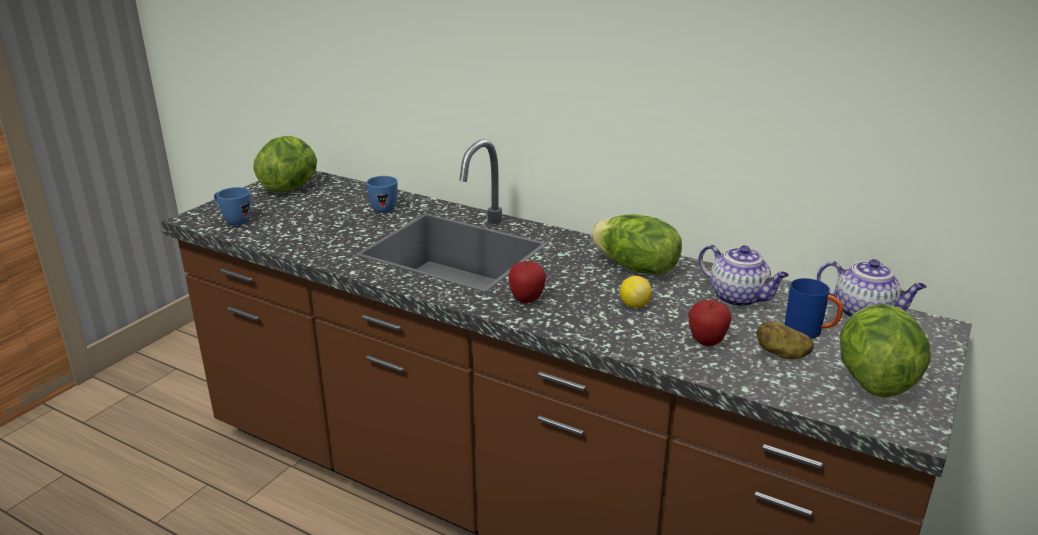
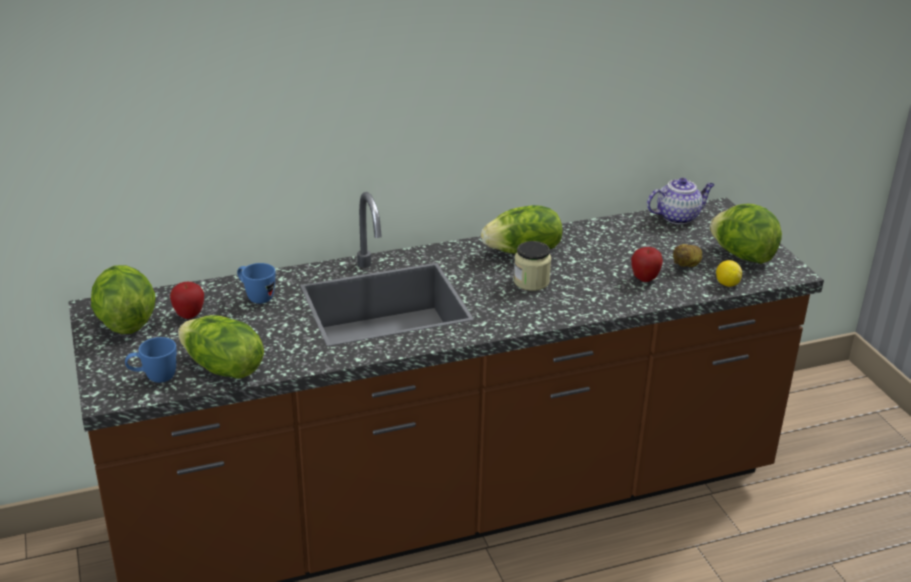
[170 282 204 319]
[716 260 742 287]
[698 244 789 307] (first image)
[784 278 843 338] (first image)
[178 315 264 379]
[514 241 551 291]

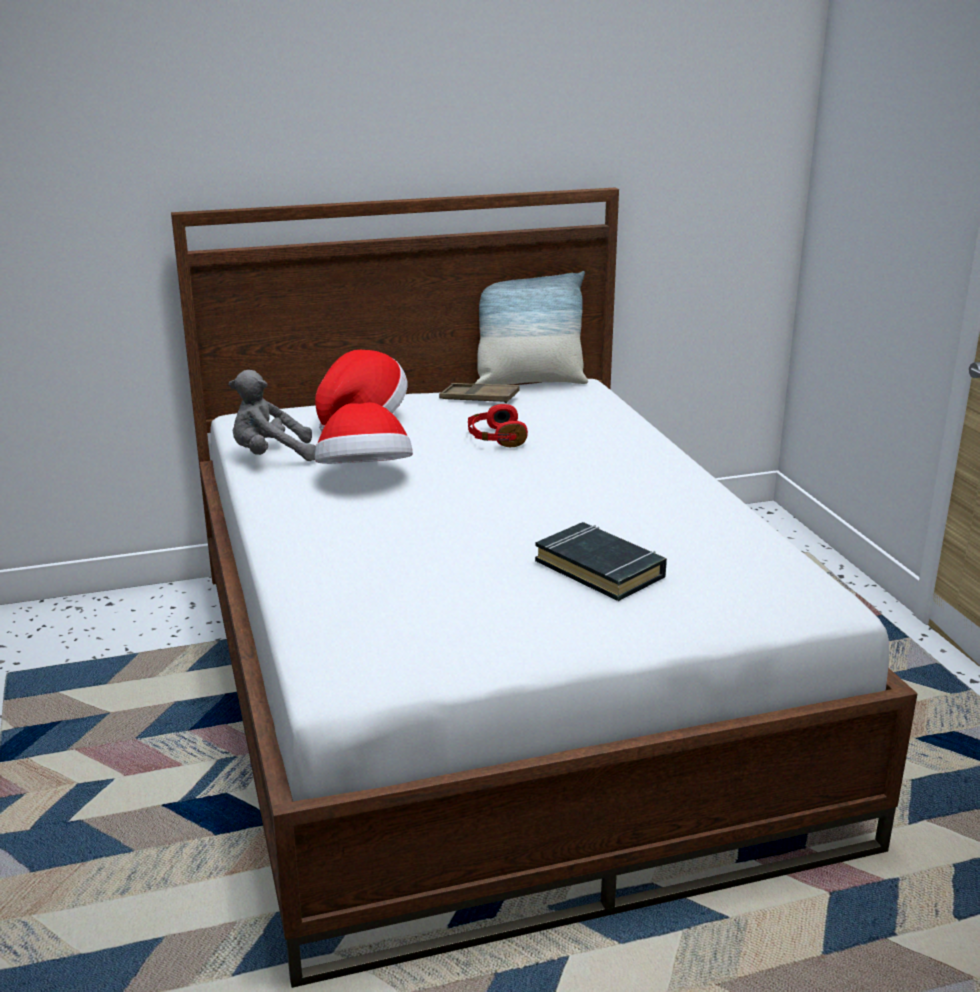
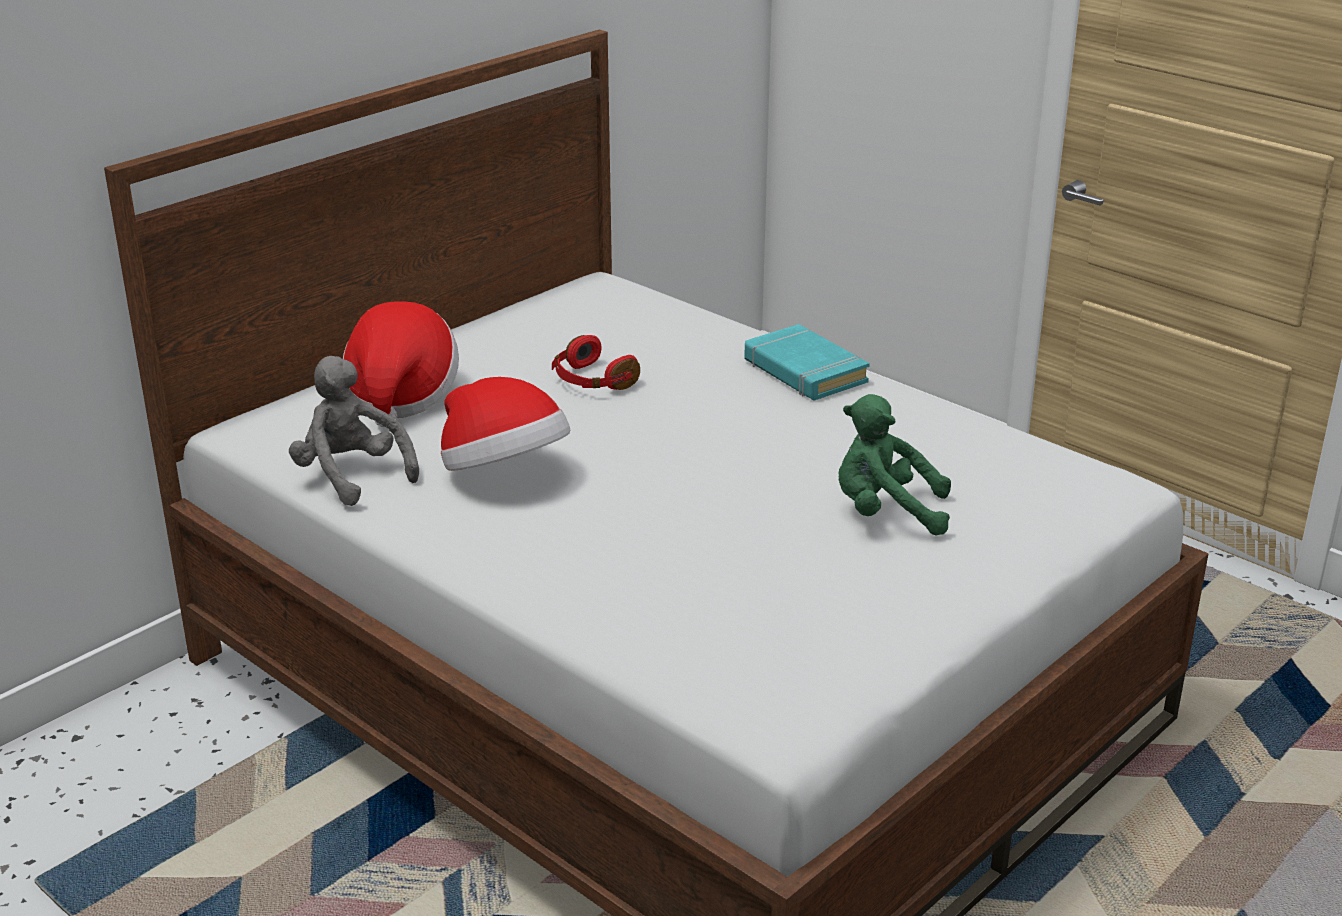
[289 356 419 506]
[439 383 520 403] (first image)
[475 271 588 385] (first image)
[839 394 951 535]
[744 324 870 400]

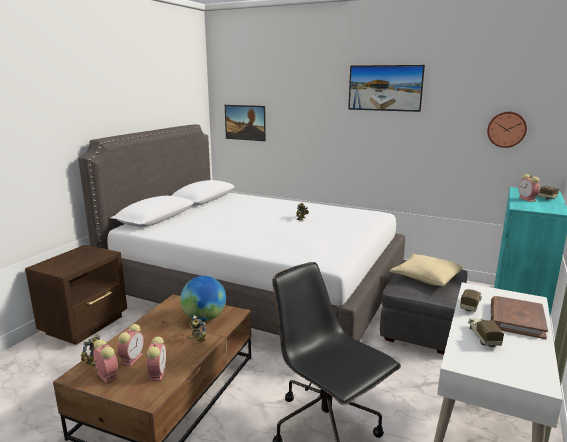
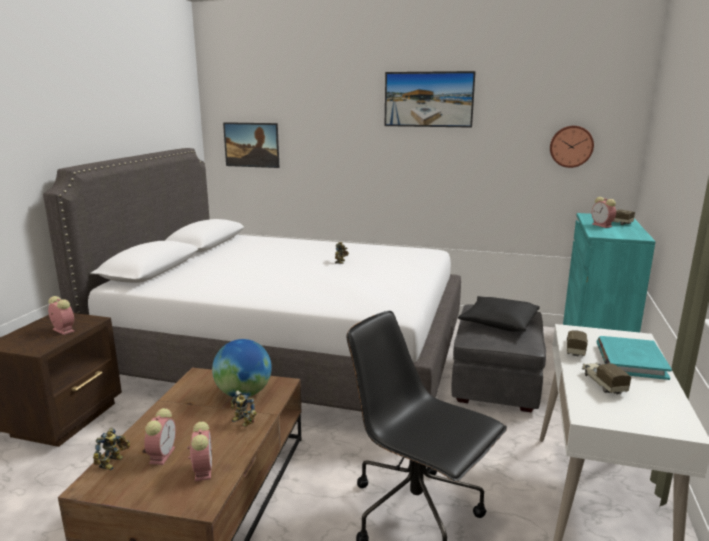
[48 296 74 335]
[458 296 540 331]
[597 336 672 380]

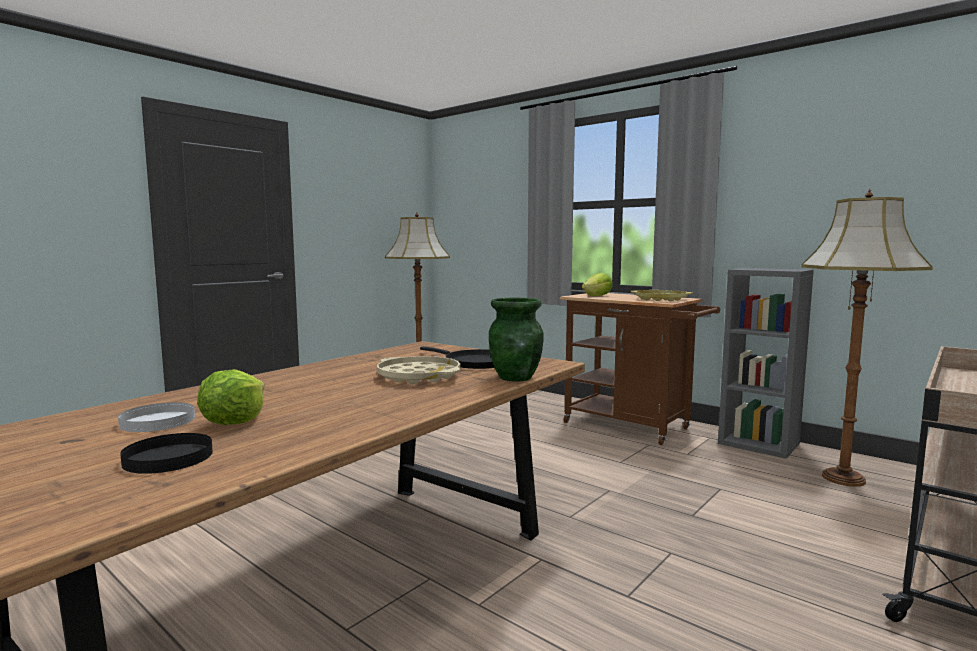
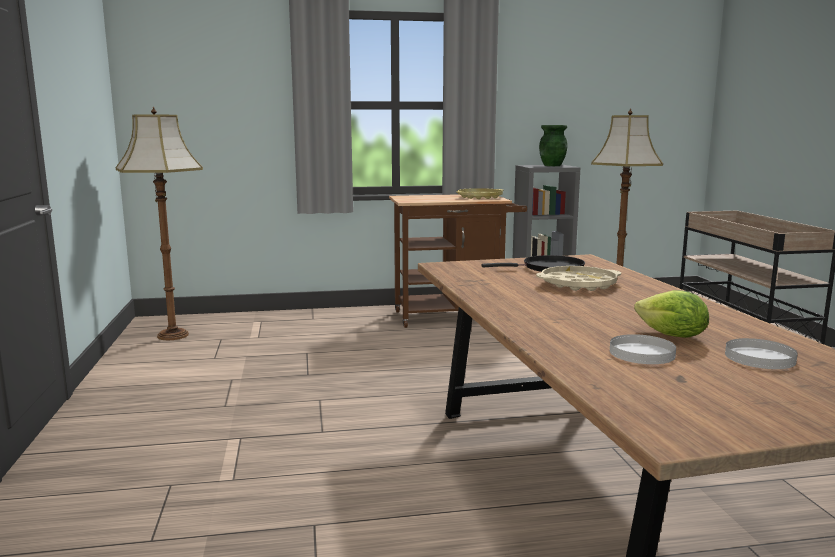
[725 338 798 369]
[539 125 567 166]
[582 273 613 296] (first image)

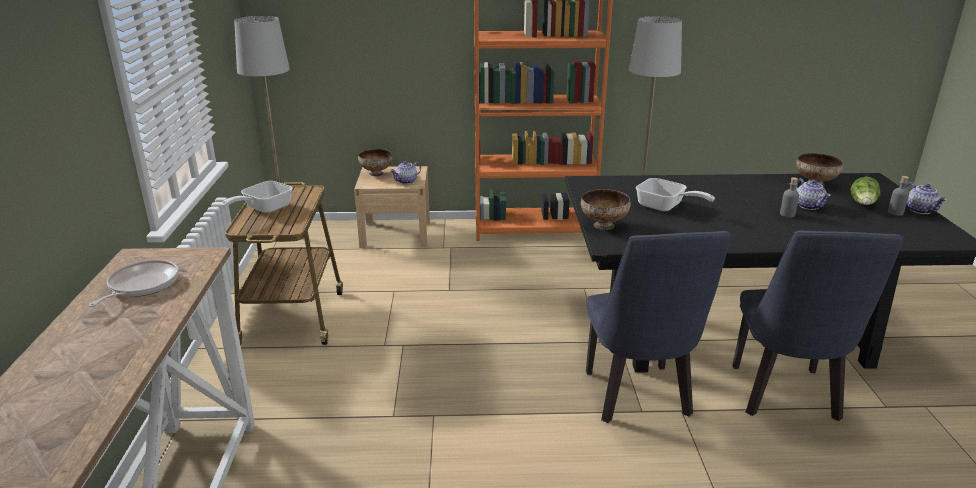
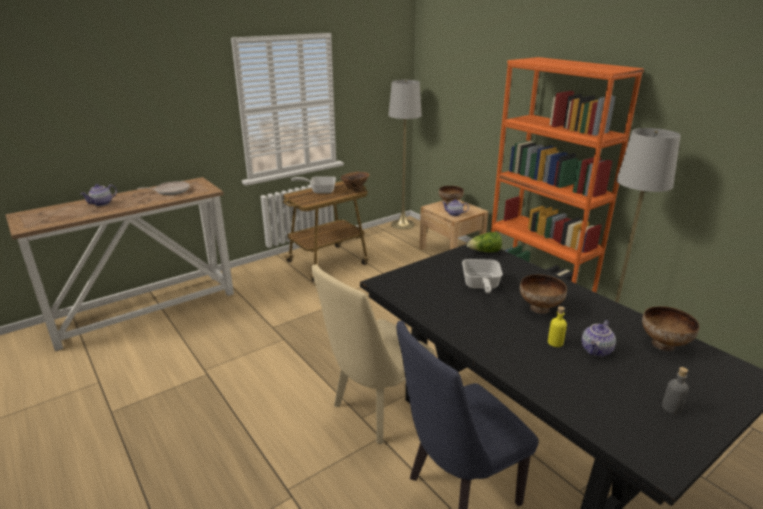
[520 274 567 314]
[312 264 435 444]
[548 306 567 347]
[467 232 502 252]
[81 184 117 206]
[341 172 369 192]

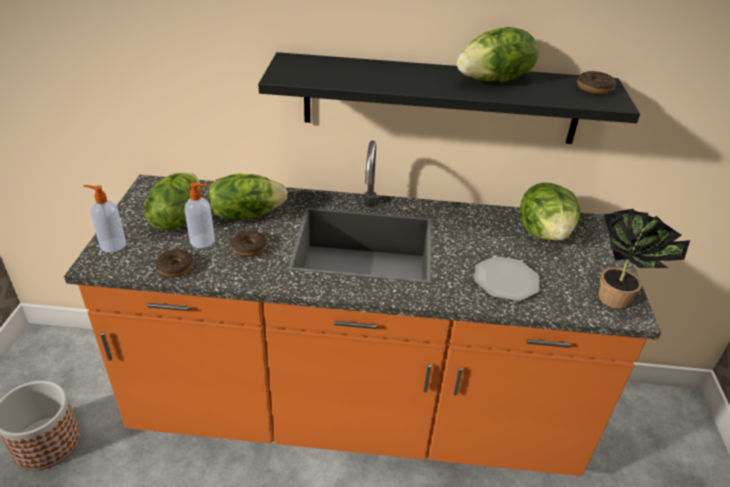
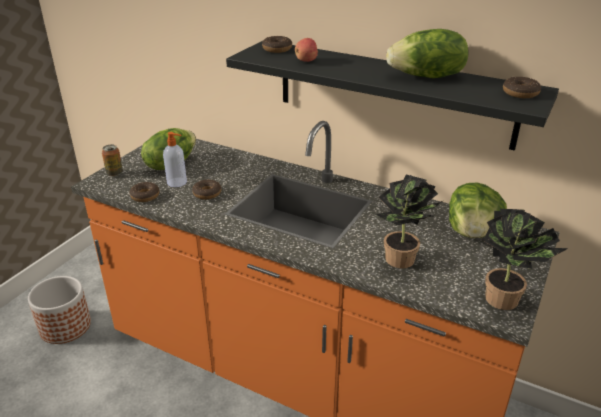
[102 144 123 176]
[208 173 287 220] (first image)
[375 175 443 268]
[262 36 292 53]
[295 38 318 62]

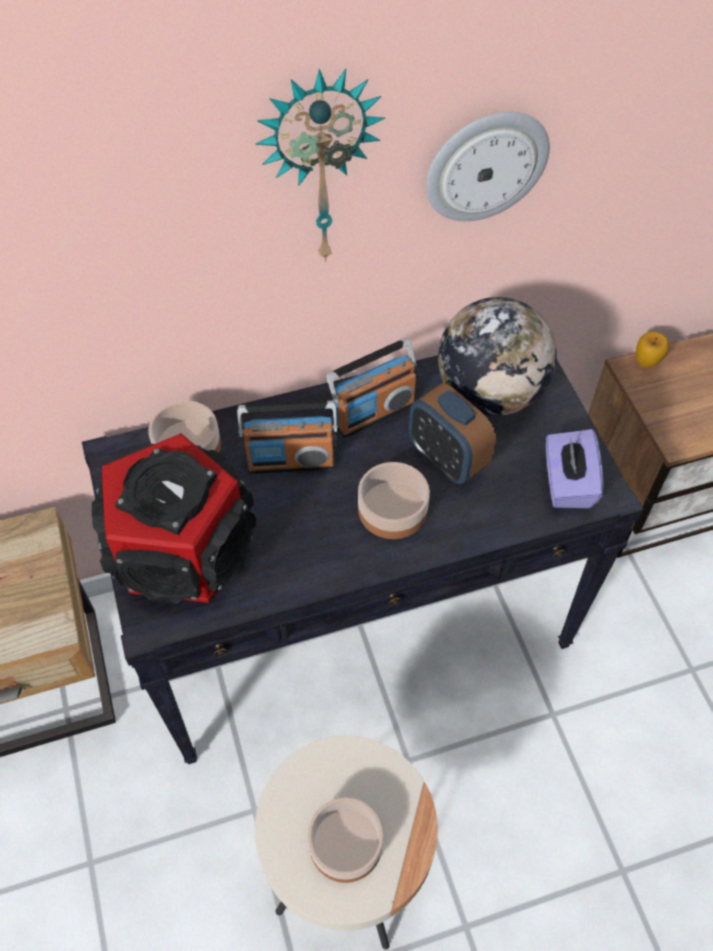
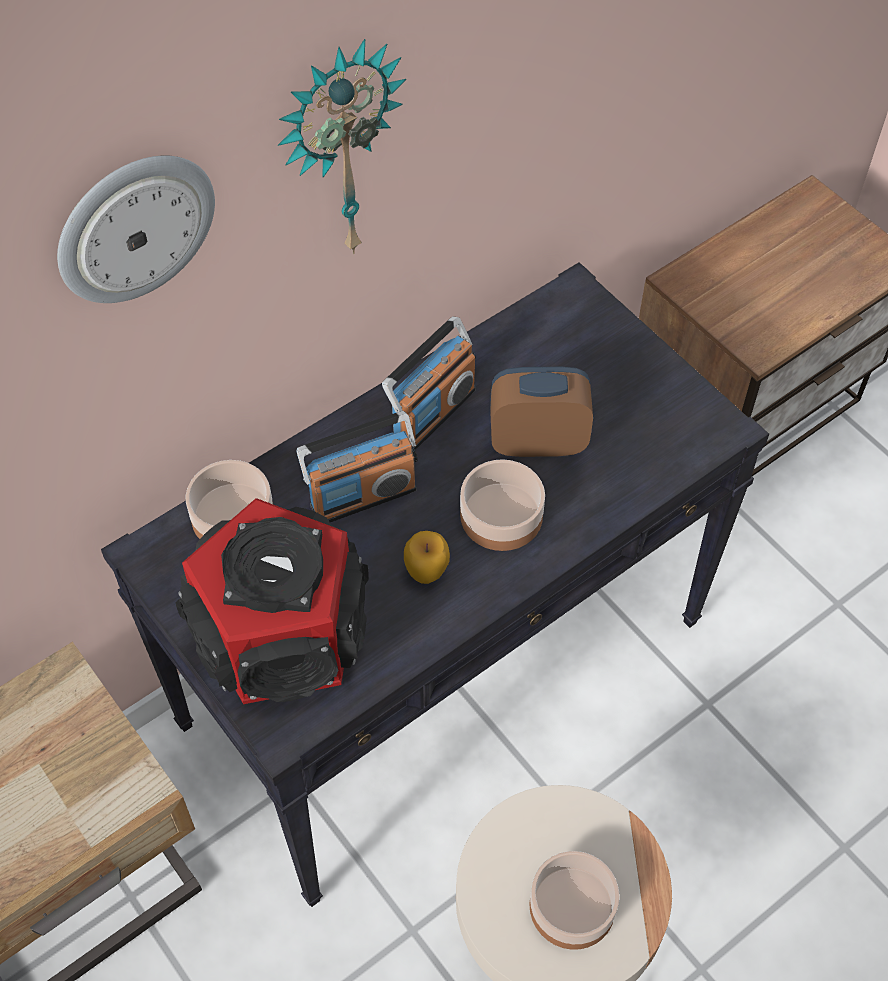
[490 367 593 457]
[57 155 215 303]
[438 297 557 416] (first image)
[546 429 603 508] (first image)
[404 531 450 584]

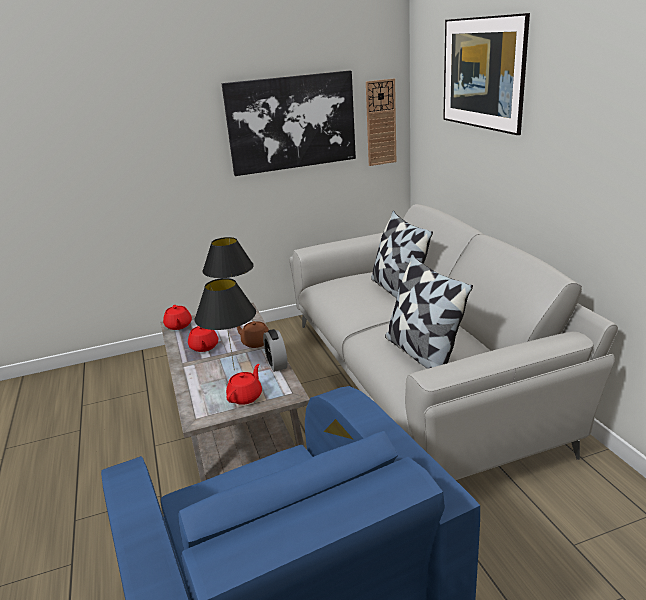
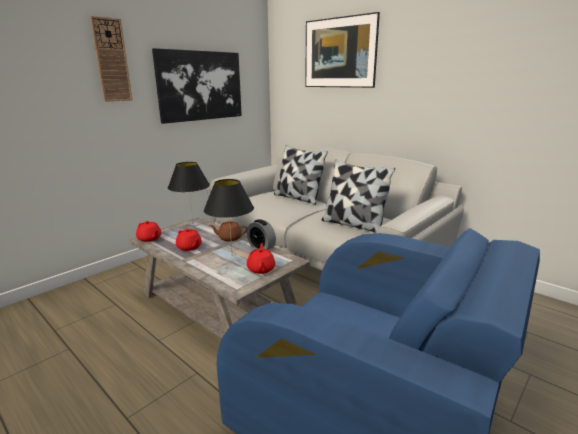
[90 16 133 102]

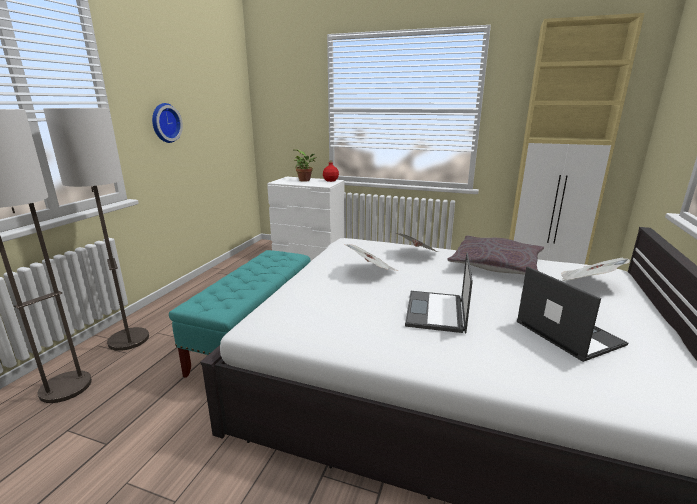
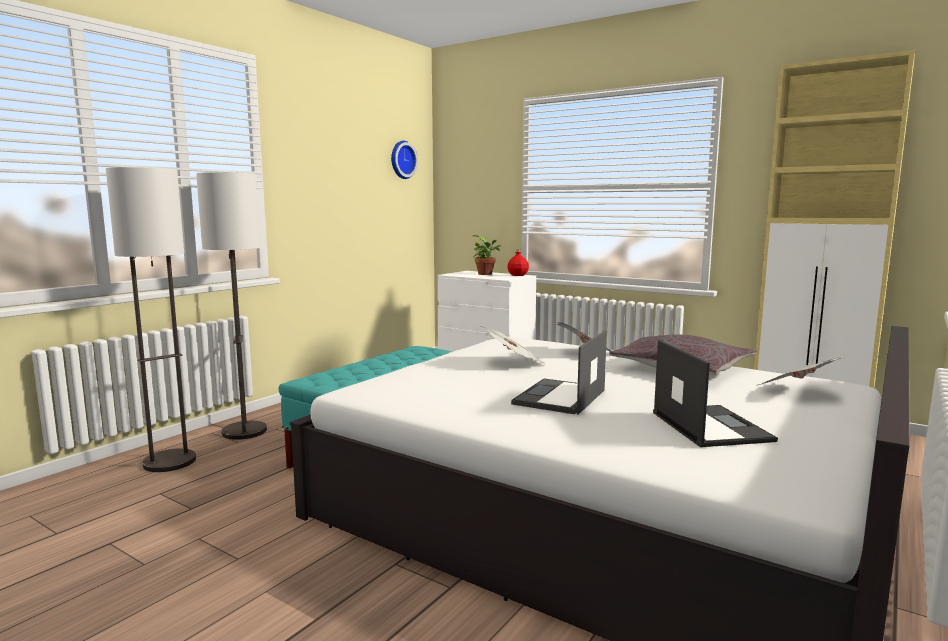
[391 141 418 179]

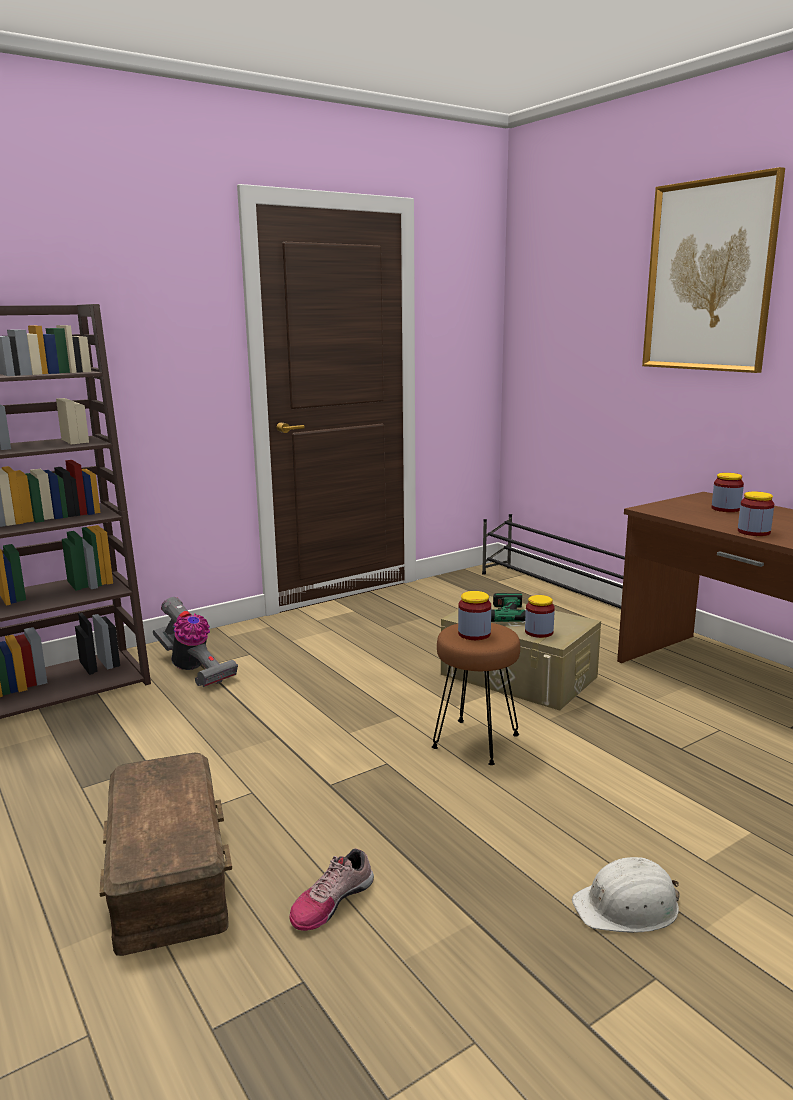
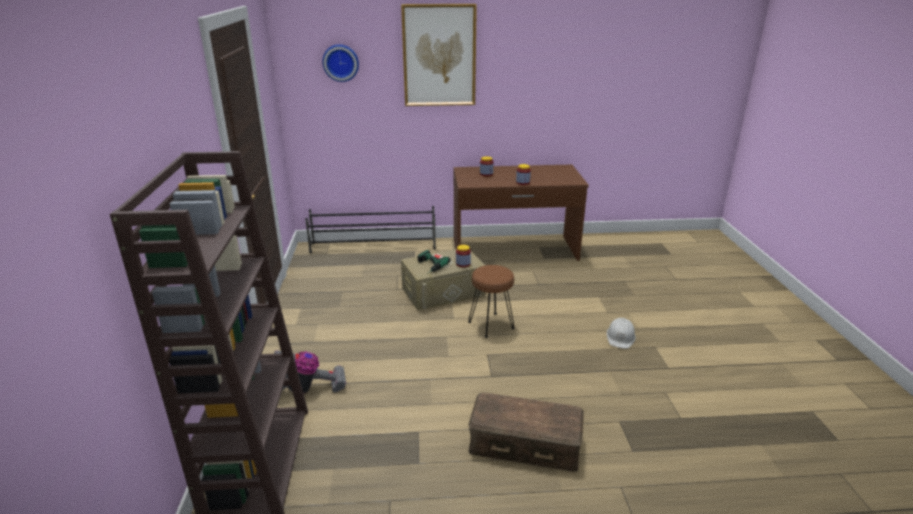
[289 848 374 931] (first image)
[458 591 491 640] (first image)
[322 44 359 82]

